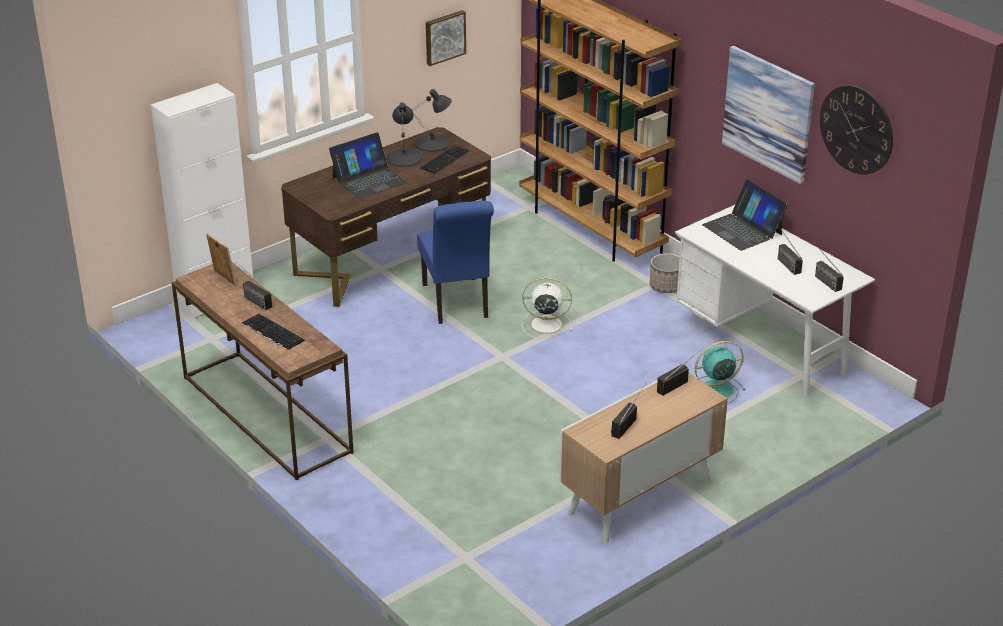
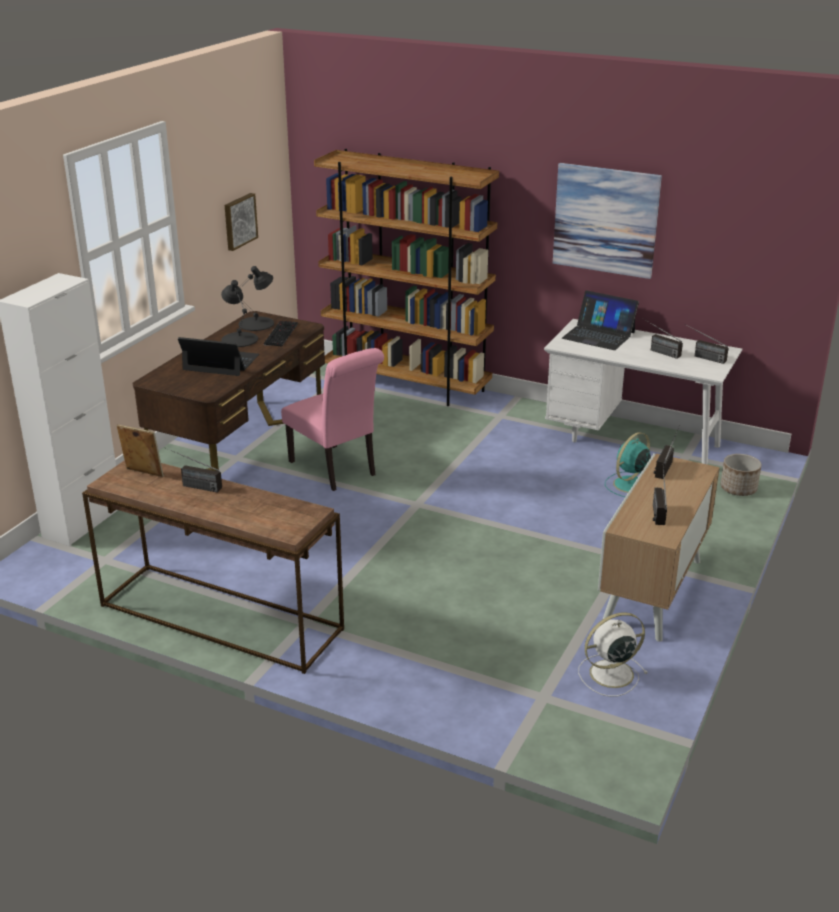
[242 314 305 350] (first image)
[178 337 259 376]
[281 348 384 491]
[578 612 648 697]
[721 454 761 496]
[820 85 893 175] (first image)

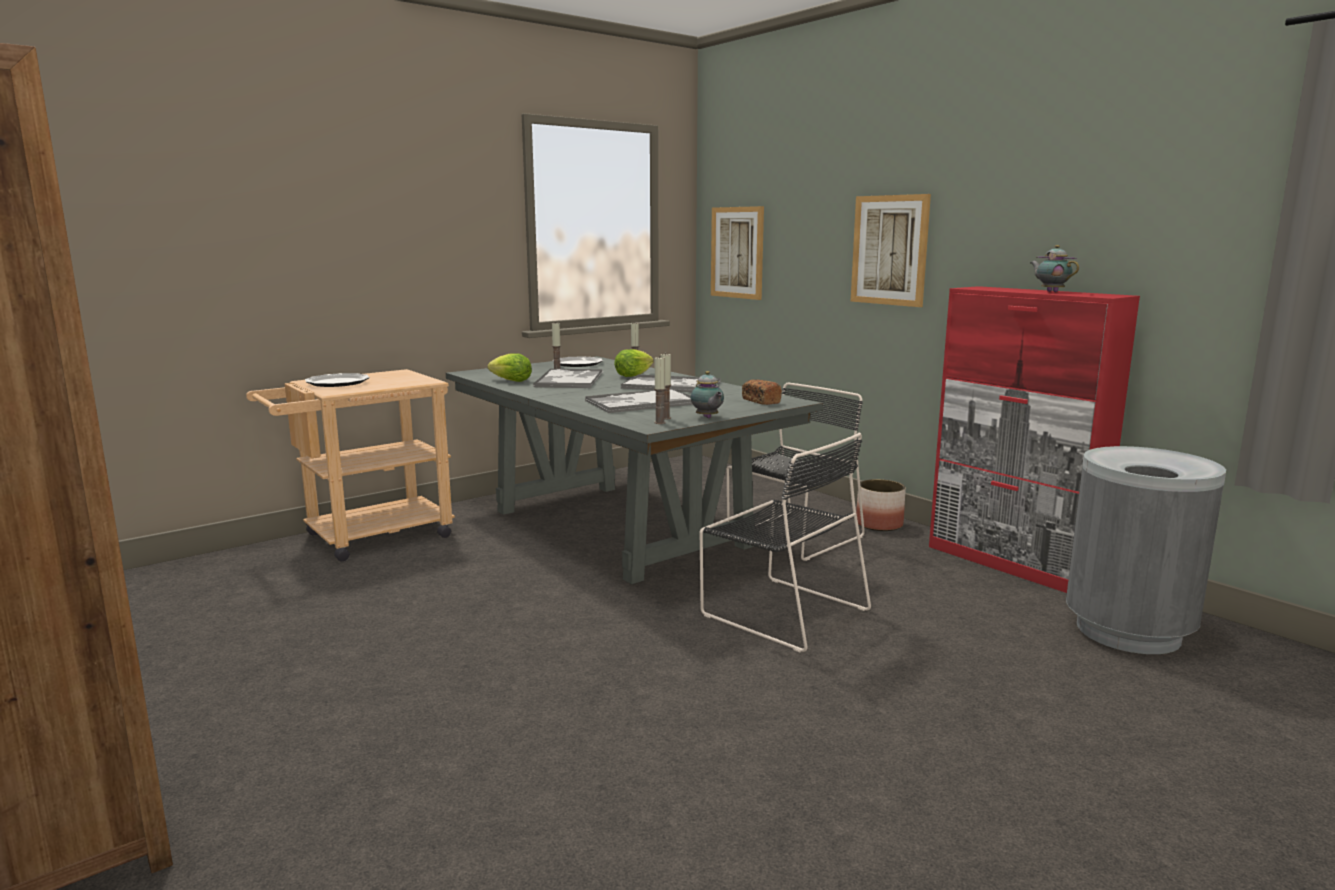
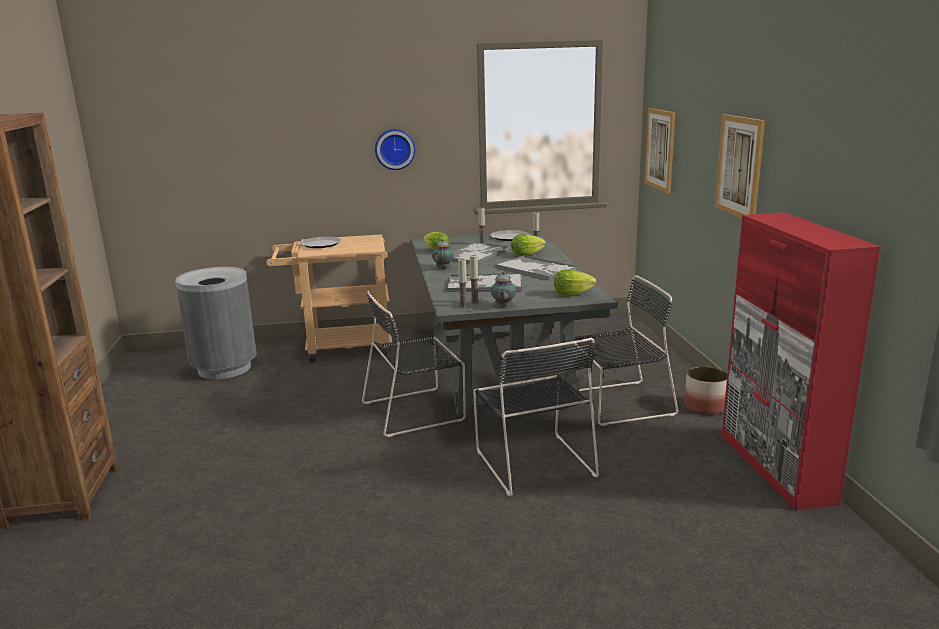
[554 269 597 295]
[432 239 453 269]
[175 267 257 379]
[362 290 466 437]
[375 129 415 170]

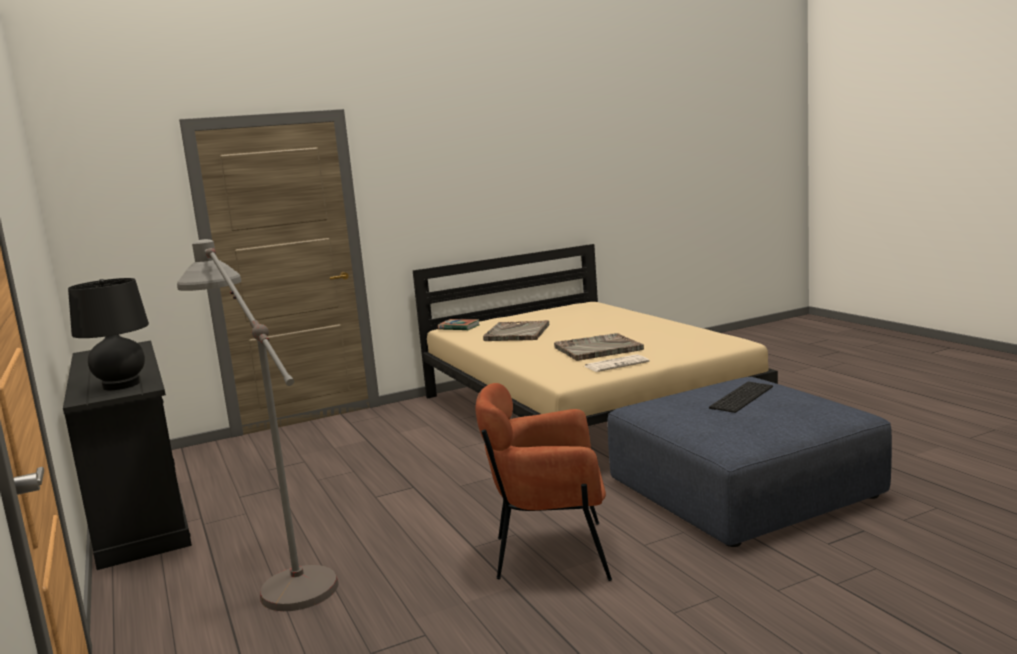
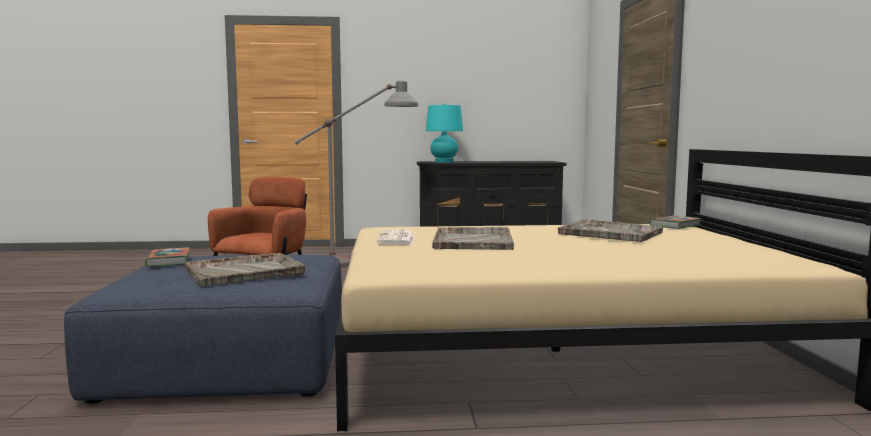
[426 103 463 163]
[185 253 305 286]
[145 248 190 267]

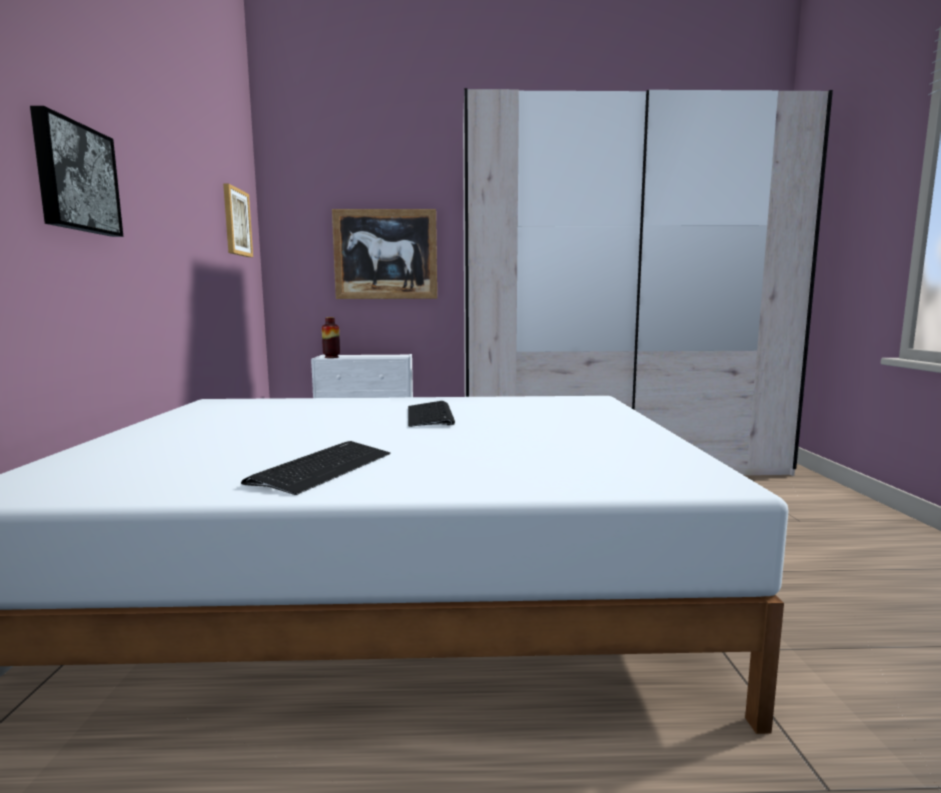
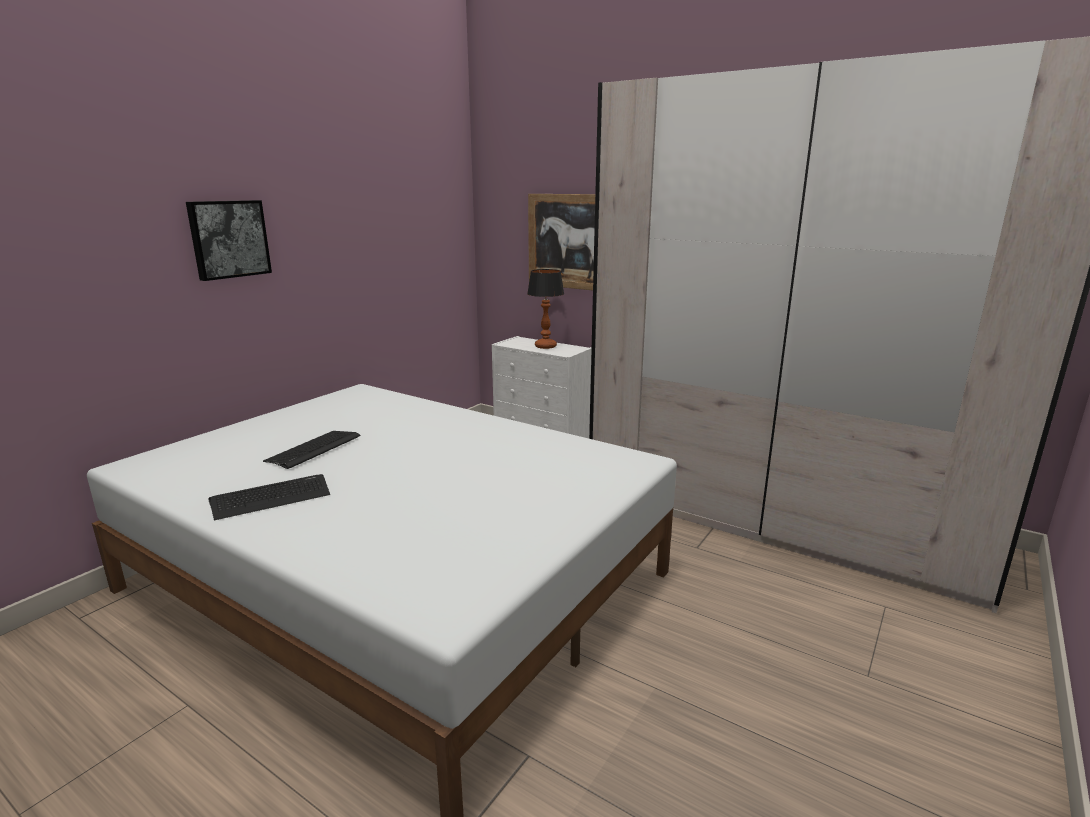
[223 183 253 257] (first image)
[322 317 340 358] (first image)
[263 431 361 469]
[527 269 564 349]

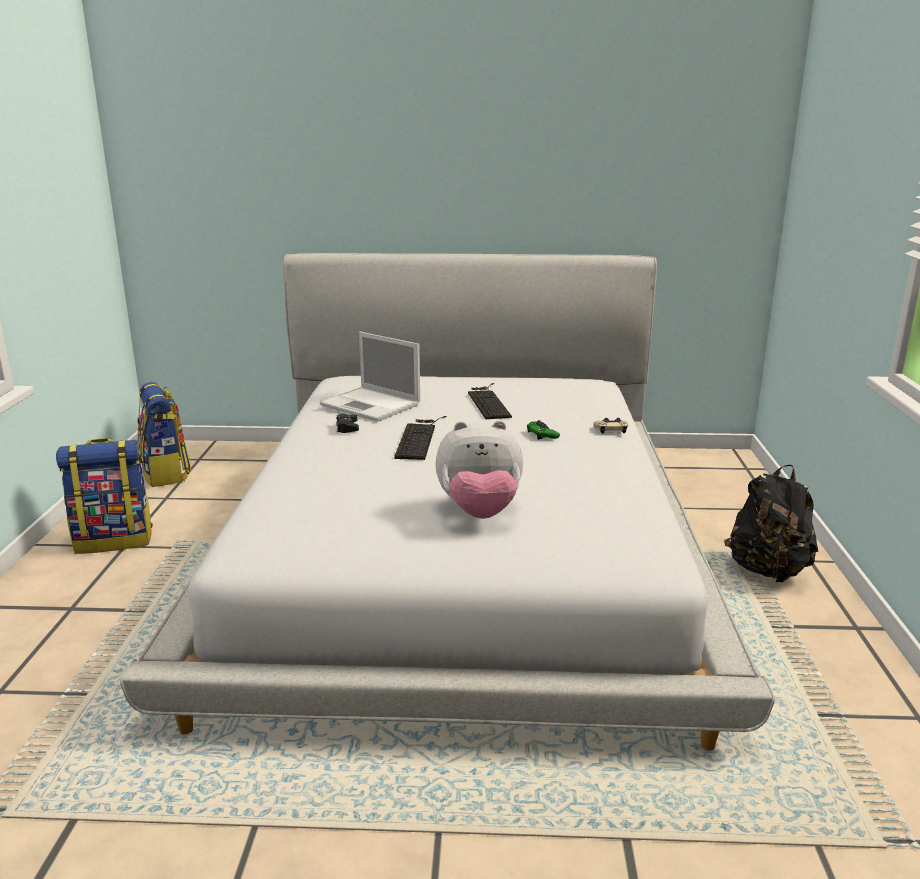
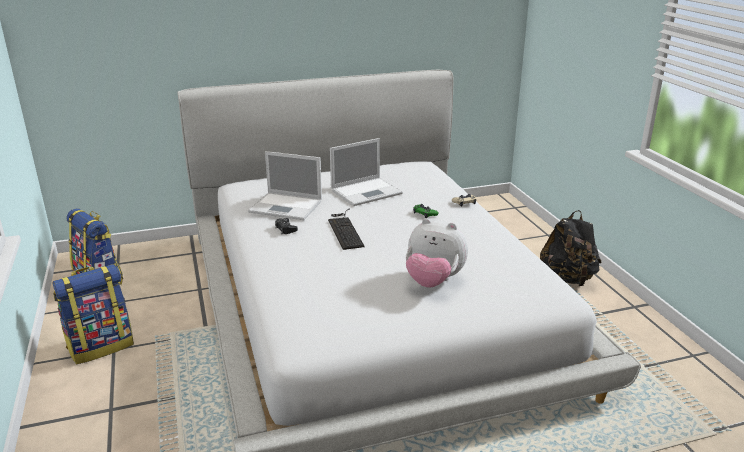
[406 218 468 288]
[330 138 403 206]

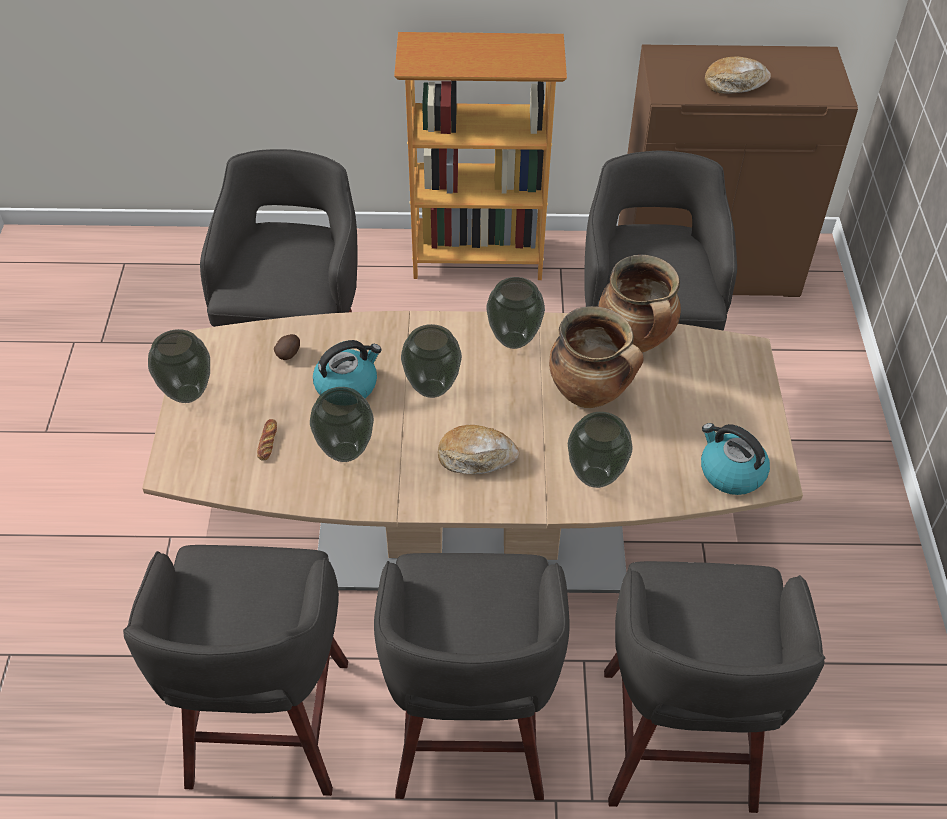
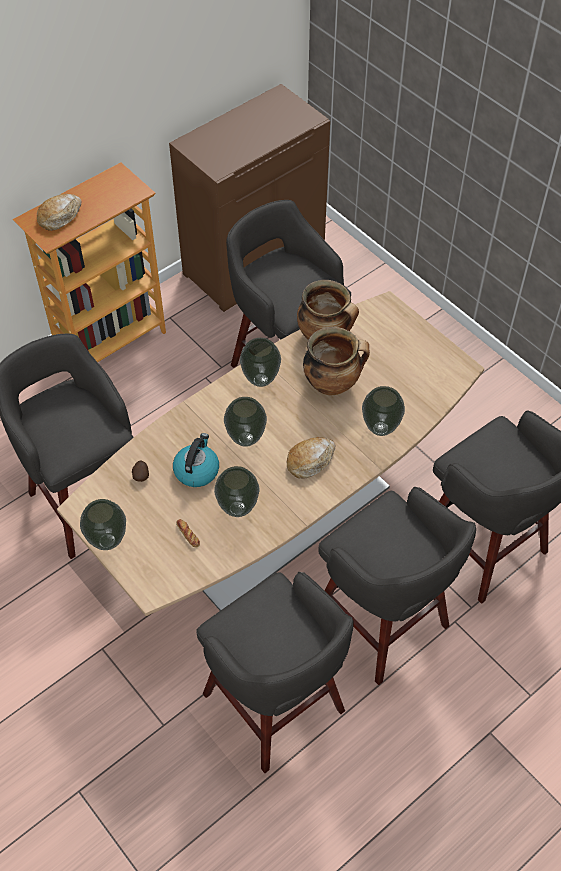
[701 423 770 495] (first image)
[37 194 82 231]

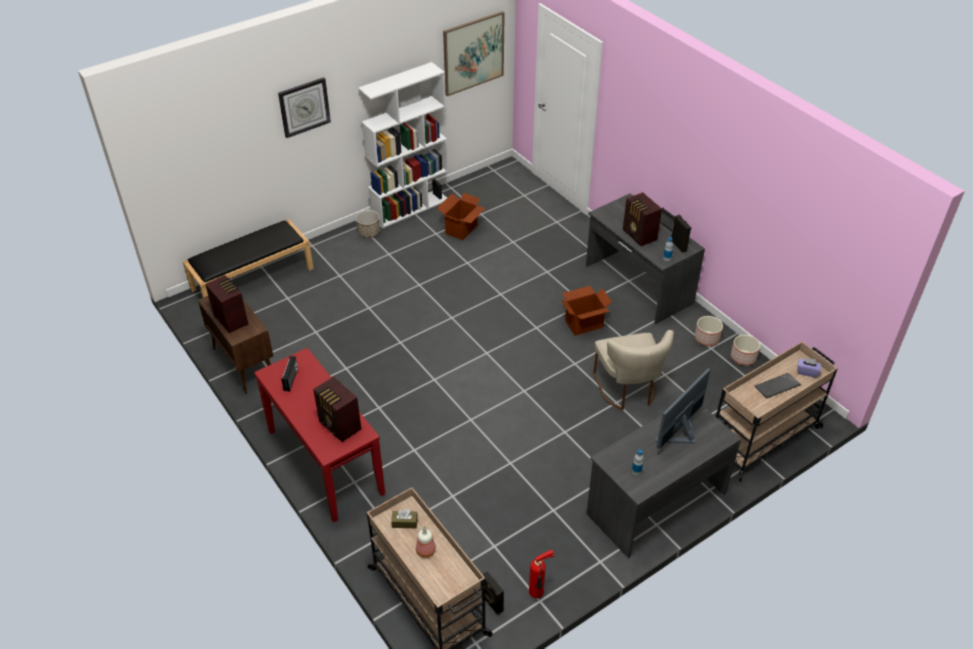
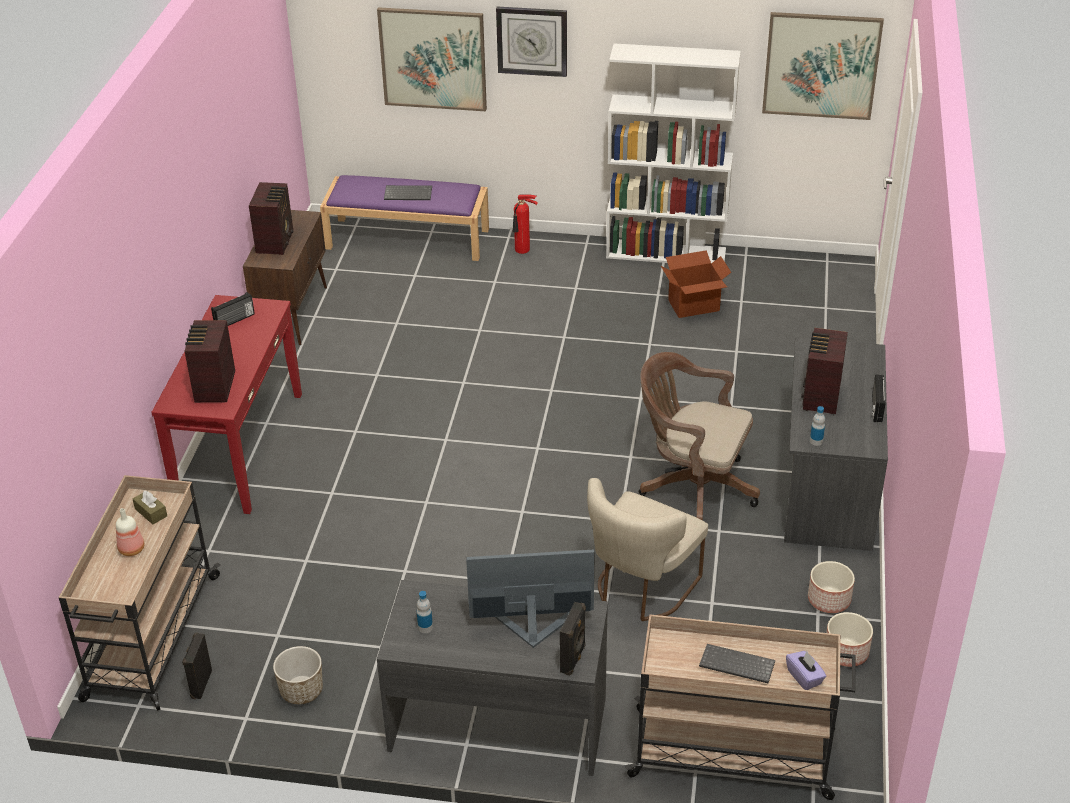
[320 175 489 261]
[273 646 323 704]
[512 194 538 254]
[639 352 760 520]
[560 602 586 676]
[377 7 487 111]
[384 185 432 200]

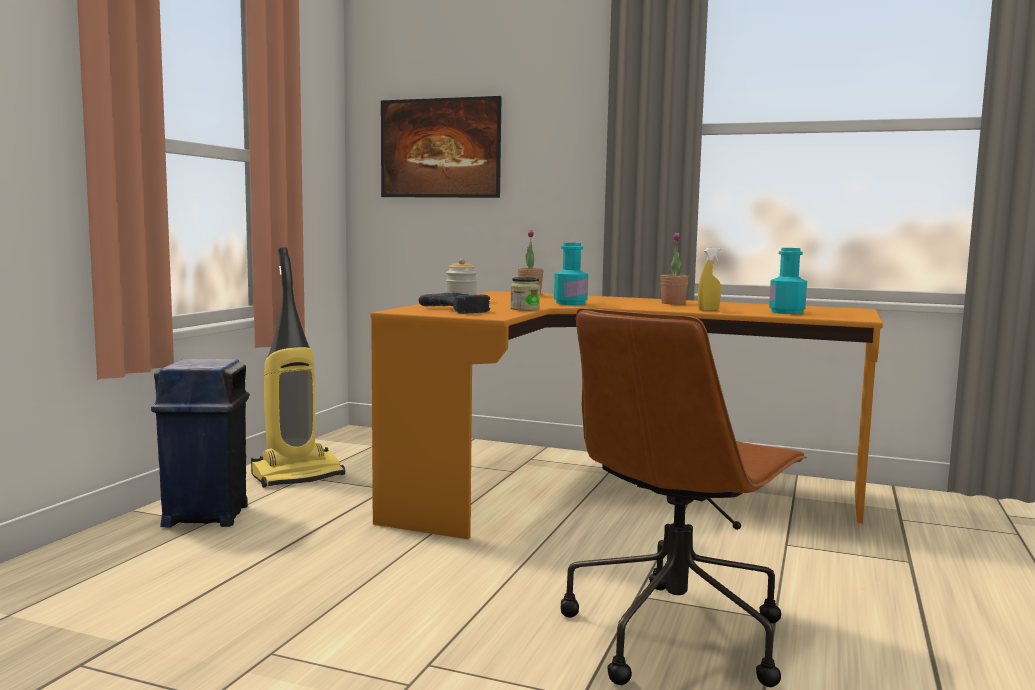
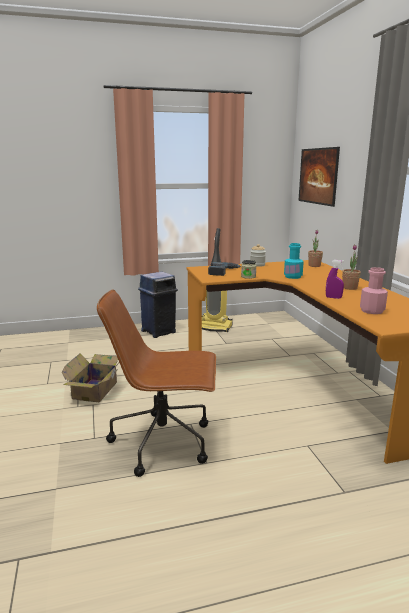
[326 260 344 299]
[360 267 388 314]
[62 354 119 402]

